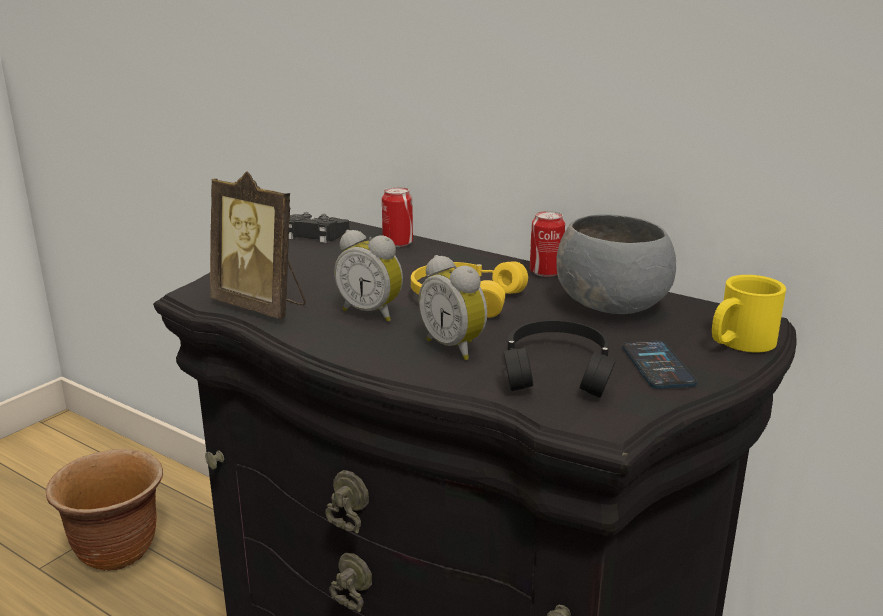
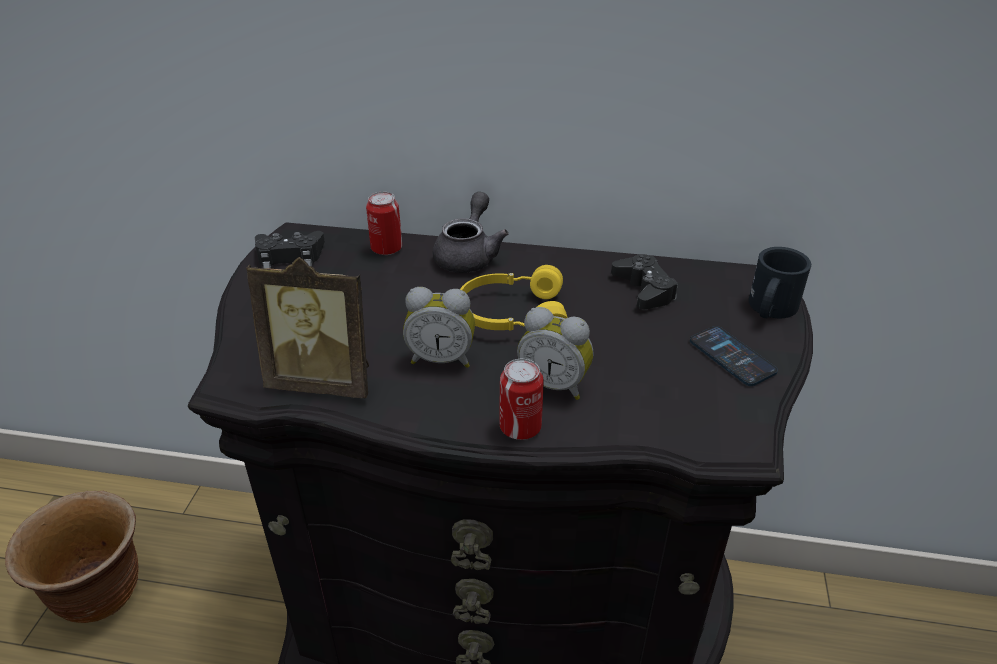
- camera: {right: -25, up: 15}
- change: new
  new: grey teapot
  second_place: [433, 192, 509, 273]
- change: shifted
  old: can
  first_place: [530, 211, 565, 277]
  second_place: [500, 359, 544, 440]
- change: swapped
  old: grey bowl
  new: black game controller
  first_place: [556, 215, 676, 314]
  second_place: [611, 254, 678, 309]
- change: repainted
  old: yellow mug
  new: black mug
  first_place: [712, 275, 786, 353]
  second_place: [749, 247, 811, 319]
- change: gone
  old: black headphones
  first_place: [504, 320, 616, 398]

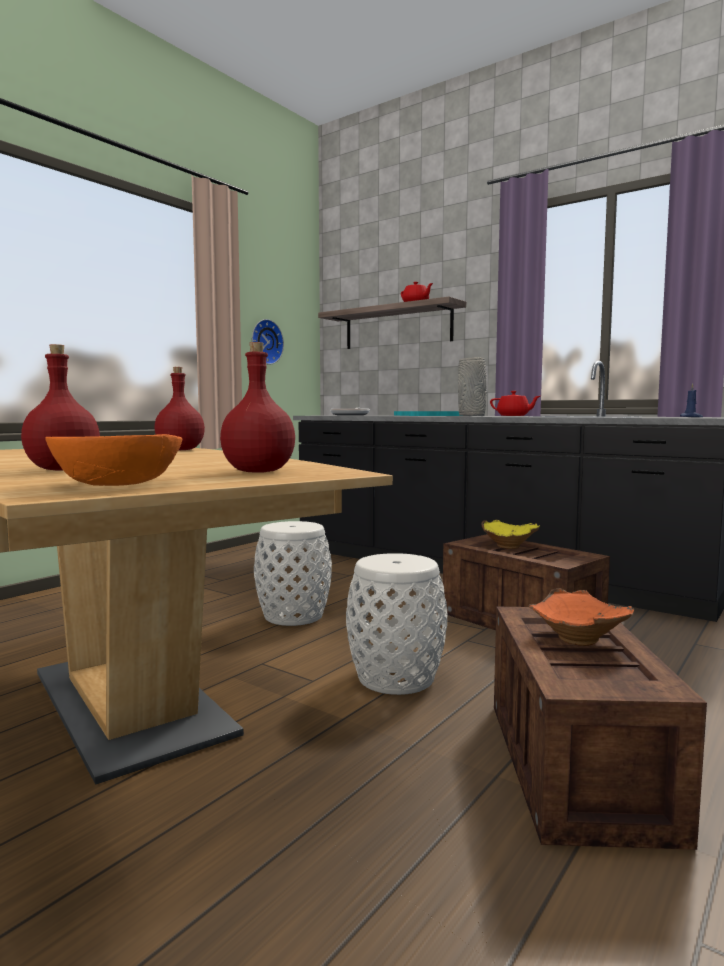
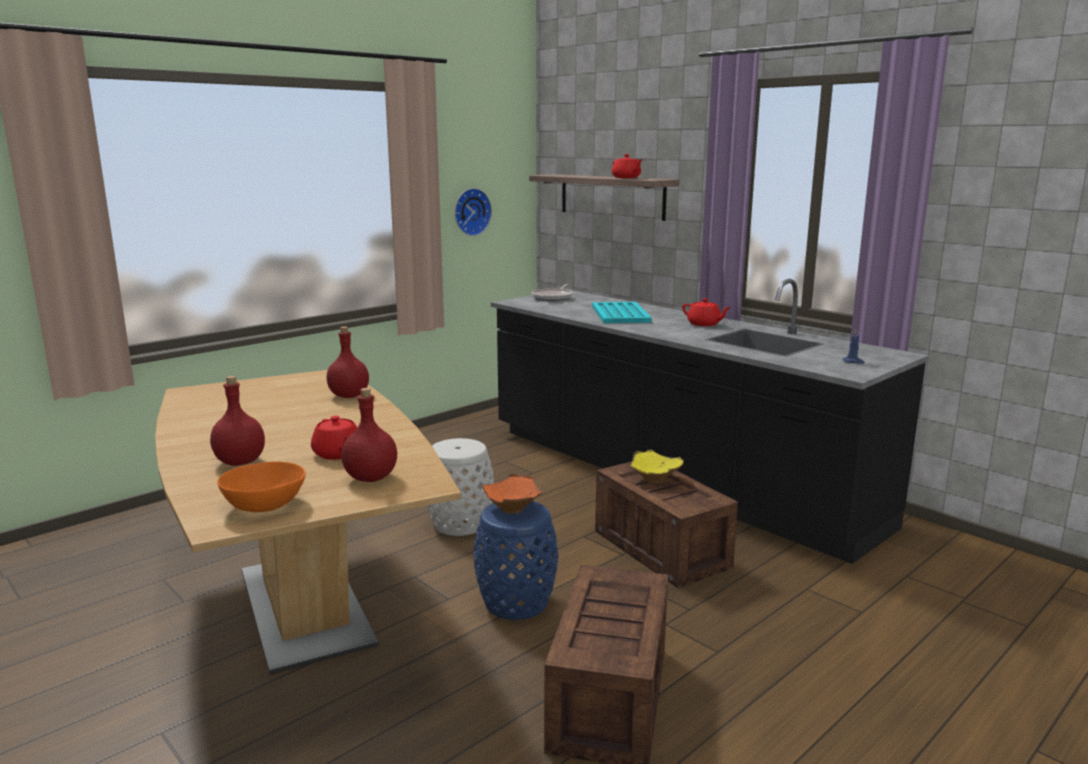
- camera: {right: 10, up: 10}
- change: new
  new: red teapot
  second_place: [311, 416, 357, 460]
- change: repainted
  old: white stool
  new: blue stool
  first_place: [346, 553, 447, 695]
  second_place: [474, 501, 558, 620]
- change: shifted
  old: orange bowl
  first_place: [528, 588, 634, 646]
  second_place: [482, 473, 543, 514]
- change: gone
  old: grey vase
  first_place: [458, 357, 487, 416]

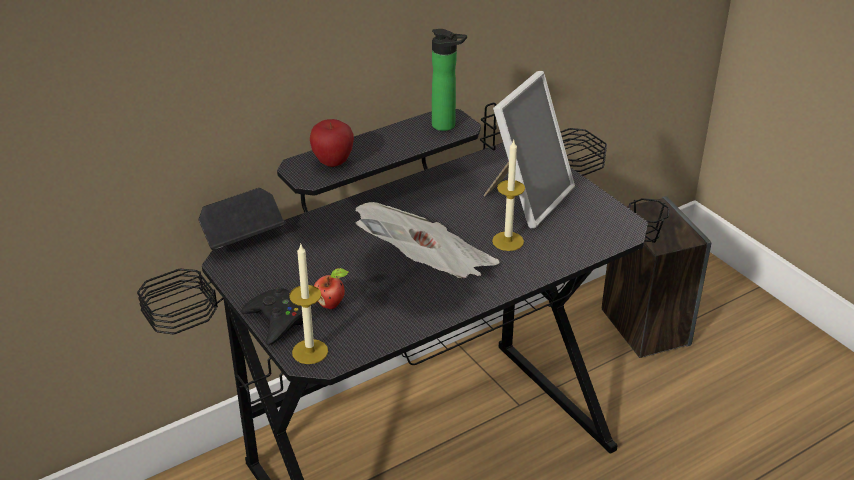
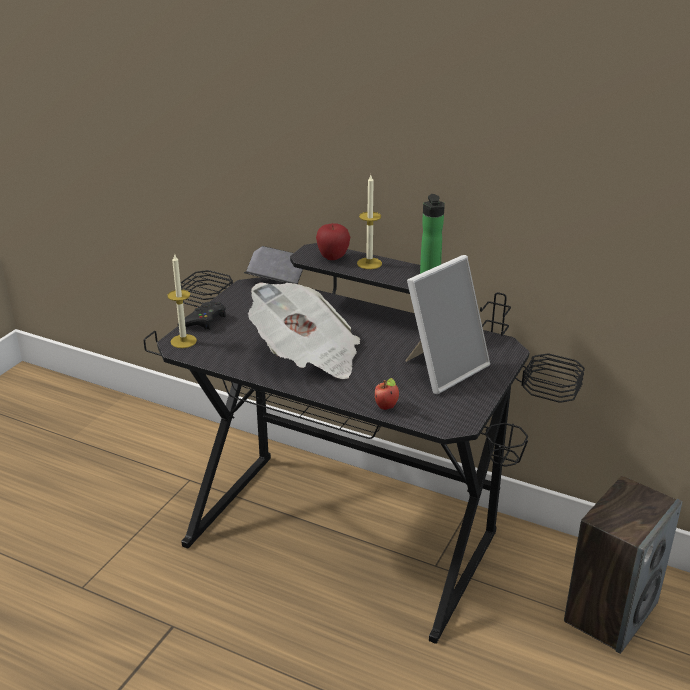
- camera: {right: 60, up: -5}
- change: shifted
  old: candle
  first_place: [492, 140, 525, 251]
  second_place: [357, 175, 382, 269]
- change: shifted
  old: apple
  first_place: [314, 268, 348, 309]
  second_place: [375, 378, 399, 410]
- change: rotated
  old: picture frame
  first_place: [484, 71, 575, 228]
  second_place: [405, 255, 490, 394]
  degrees: -45

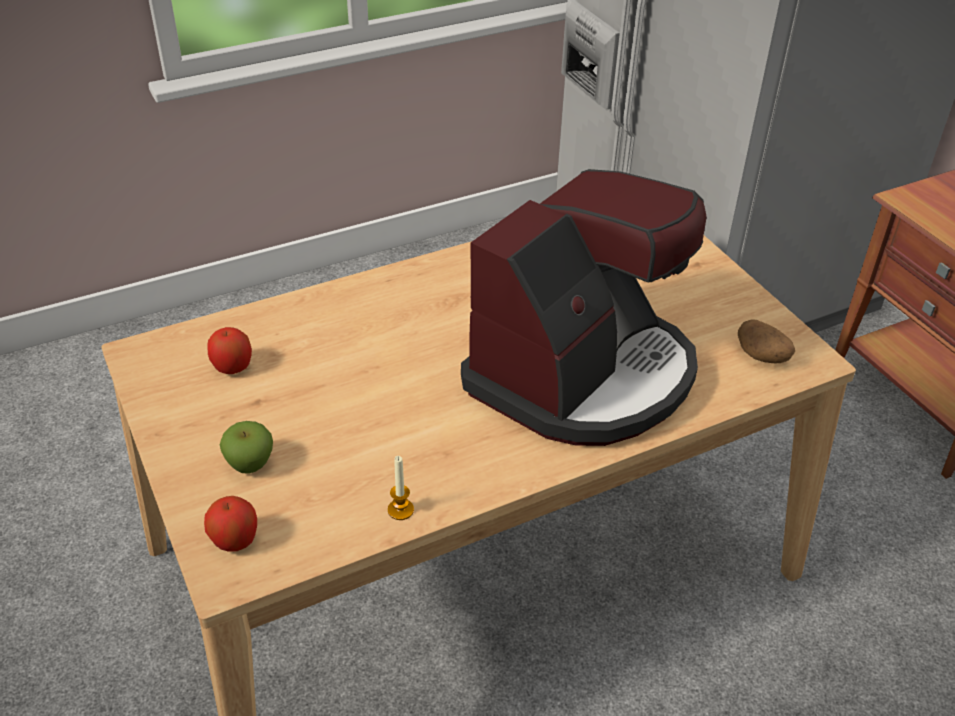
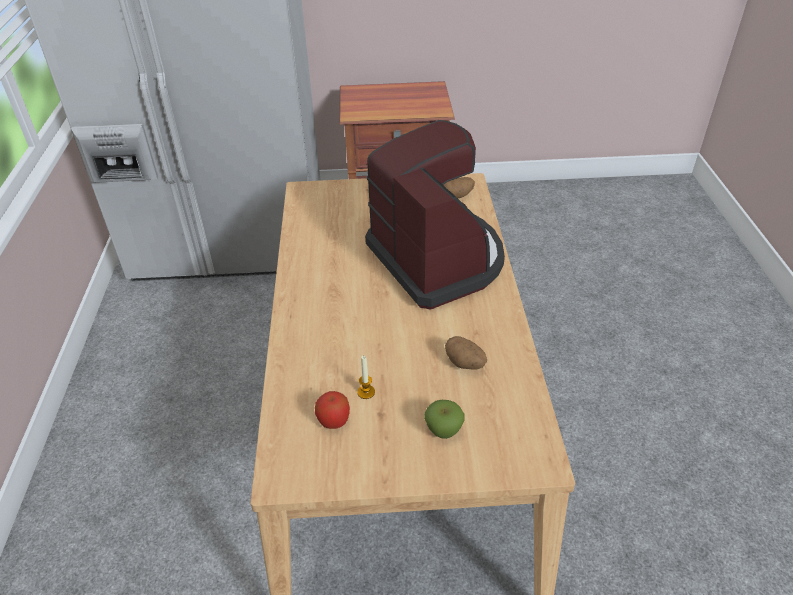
- camera: {right: -65, up: 0}
- change: shifted
  old: candle
  first_place: [388, 456, 414, 520]
  second_place: [357, 356, 375, 399]
- change: new
  new: potato
  second_place: [445, 336, 487, 370]
- change: gone
  old: apple
  first_place: [204, 496, 257, 552]

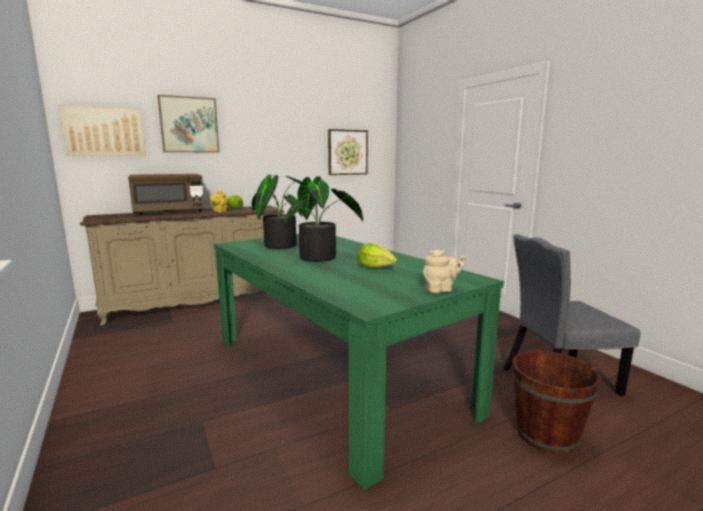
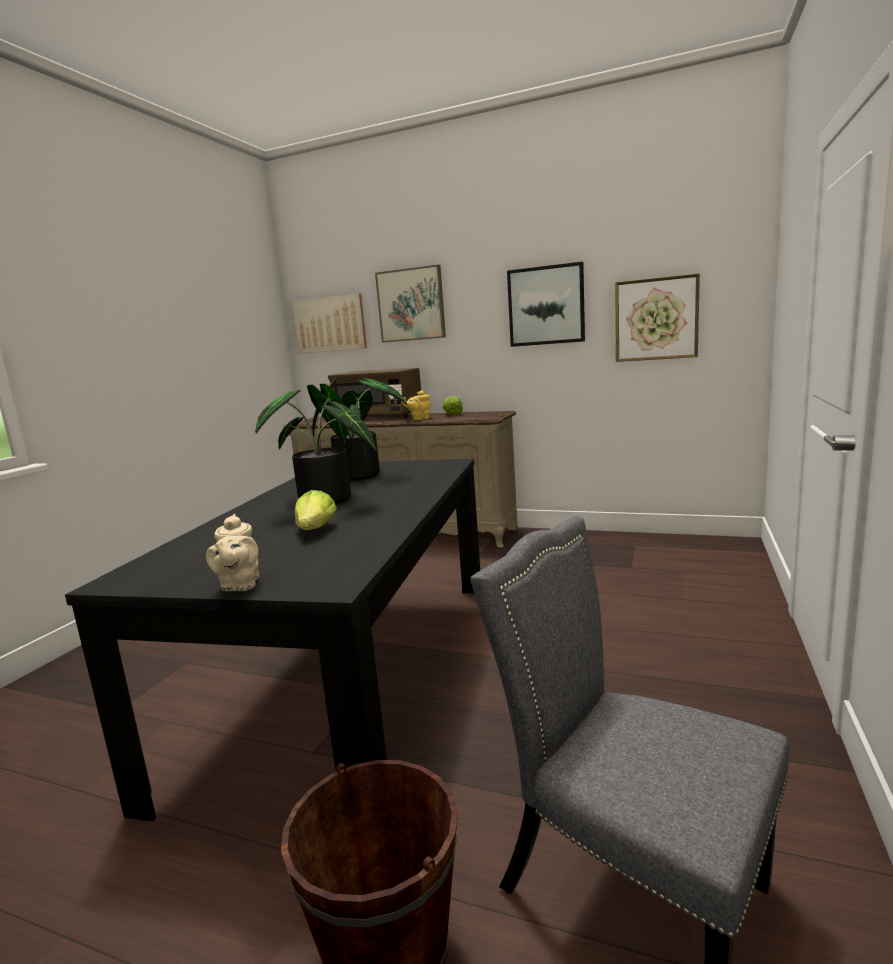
- camera: {right: 50, up: 0}
- change: repainted
  old: green dining table
  new: black dining table
  first_place: [214, 234, 504, 490]
  second_place: [65, 459, 480, 821]
- change: rotated
  old: beige teapot
  first_place: [423, 249, 466, 293]
  second_place: [206, 514, 259, 591]
  degrees: 45
- change: new
  new: picture
  second_place: [507, 262, 585, 347]

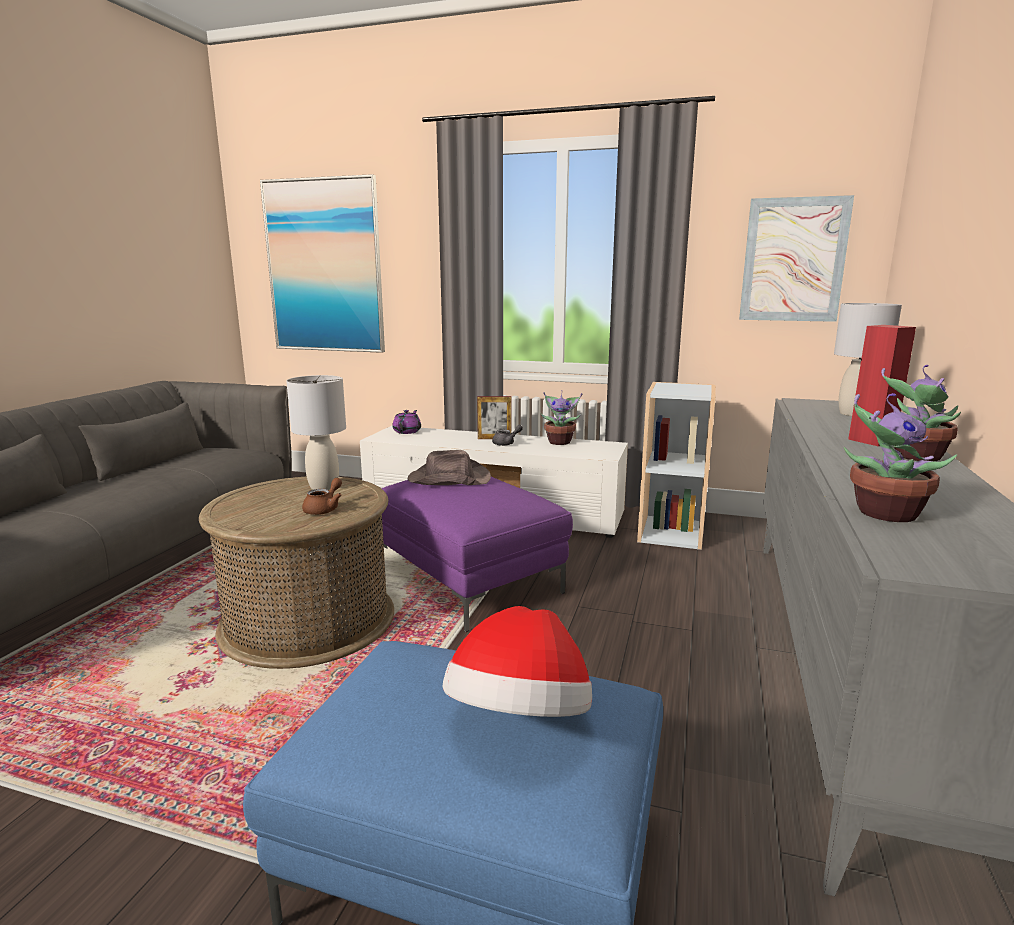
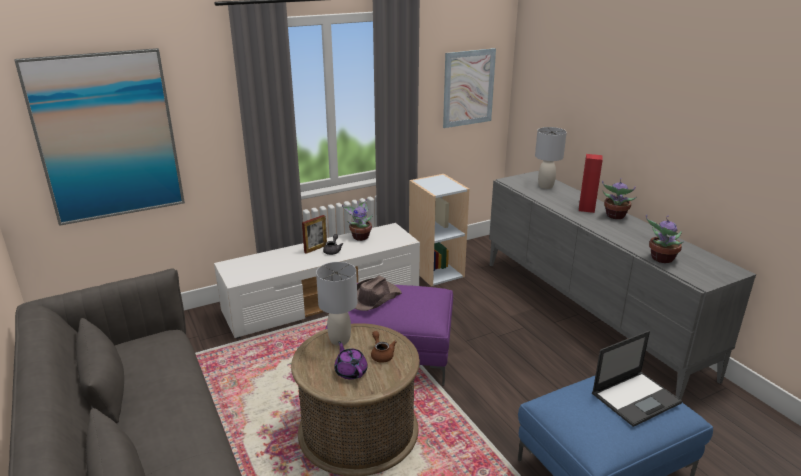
- camera: {right: -45, up: 10}
- change: shifted
  old: purple teapot
  first_place: [392, 410, 421, 434]
  second_place: [334, 341, 368, 380]
- change: swapped
  old: hat
  new: laptop
  first_place: [443, 606, 592, 717]
  second_place: [592, 331, 682, 427]

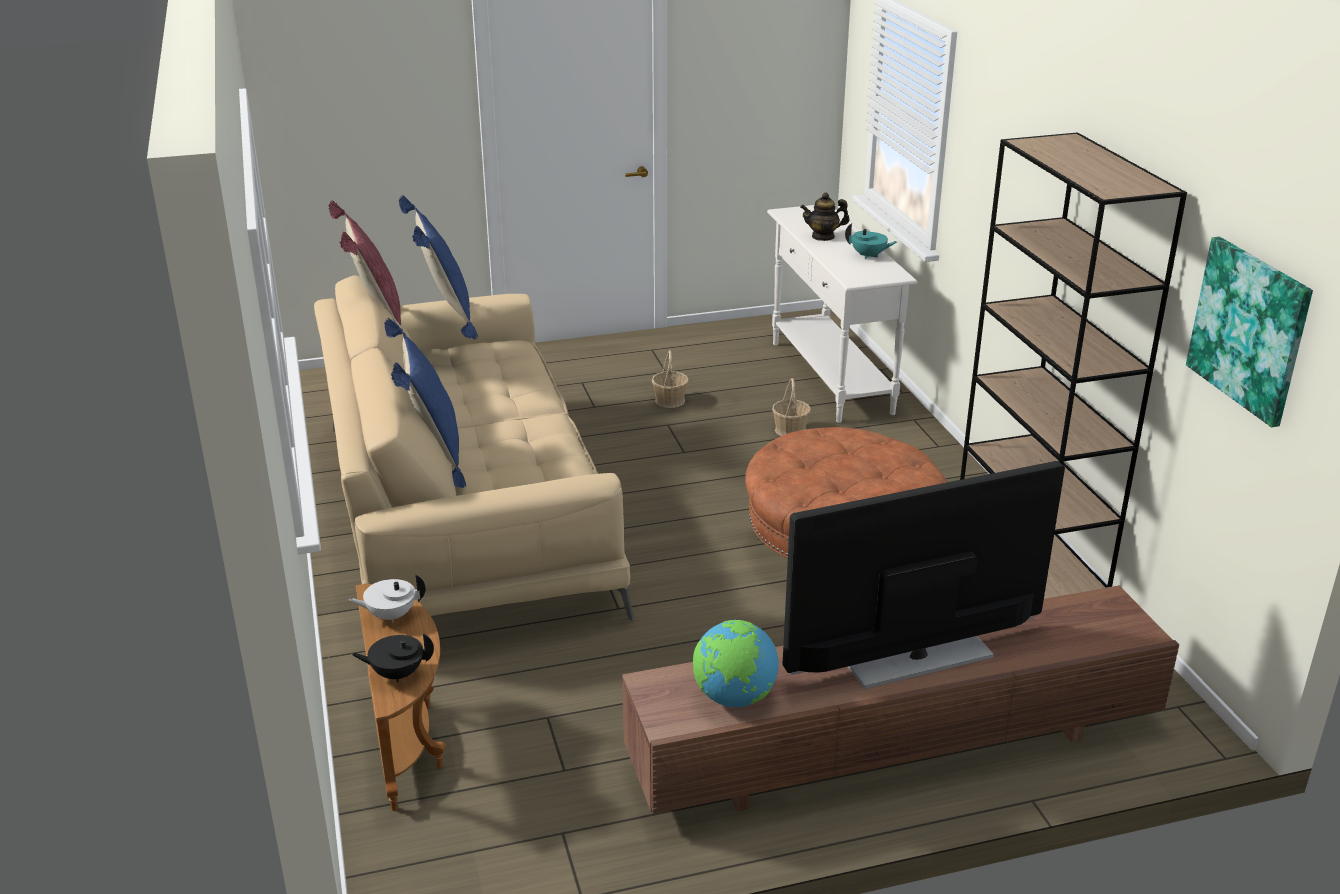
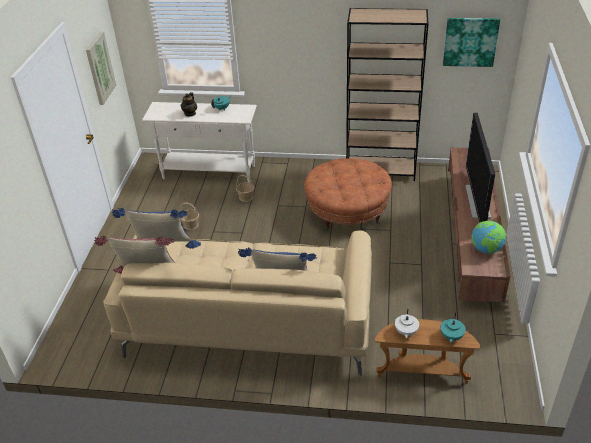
- camera: {right: -65, up: 10}
- change: new
  new: picture
  second_place: [86, 32, 116, 105]
- change: repainted
  old: black teapot
  new: turquoise teapot
  first_place: [352, 633, 434, 682]
  second_place: [441, 313, 466, 343]

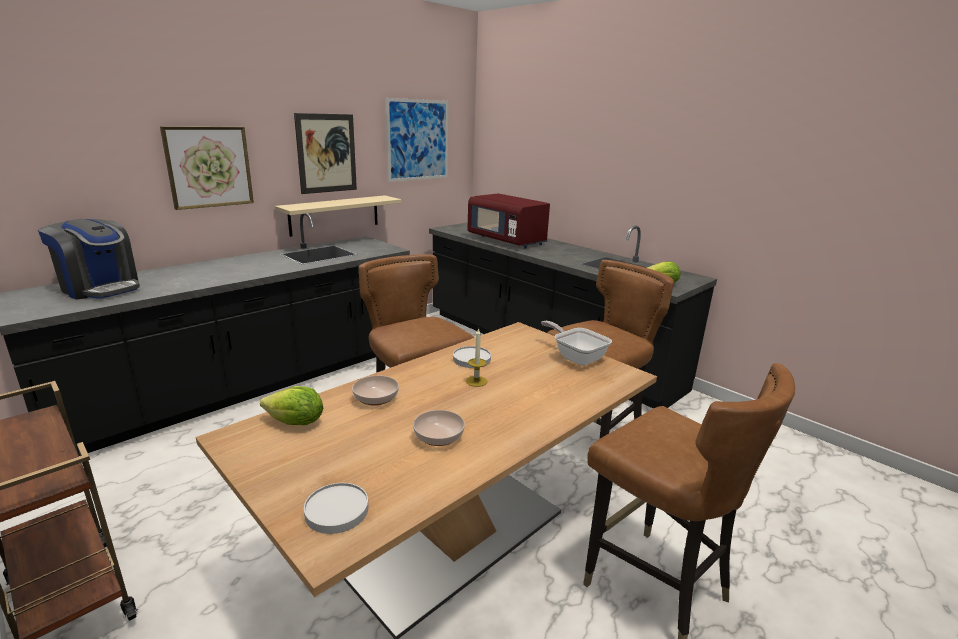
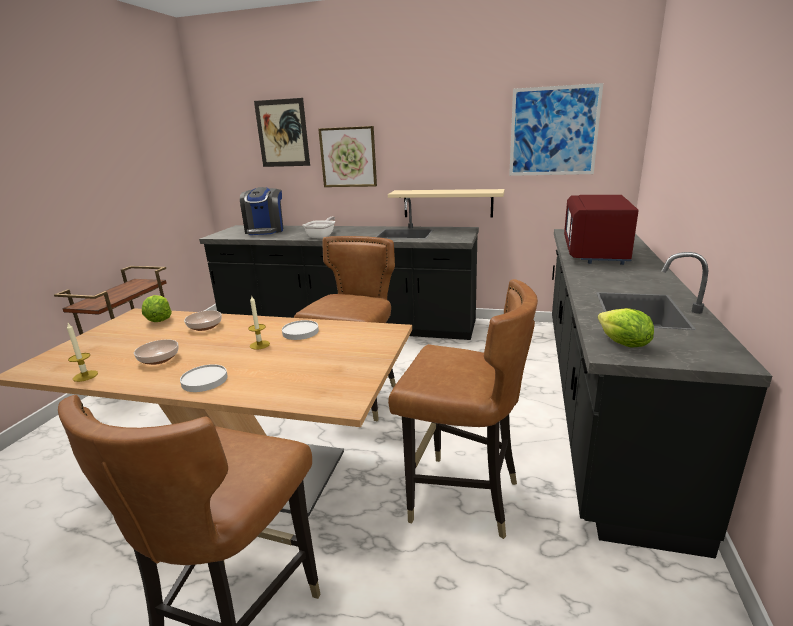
- camera: {right: 60, up: 0}
- change: new
  new: candle
  second_place: [67, 323, 98, 382]
- change: shifted
  old: white plate
  first_place: [304, 483, 368, 534]
  second_place: [180, 364, 228, 392]
- change: shifted
  old: picture
  first_place: [294, 113, 357, 194]
  second_place: [254, 98, 310, 167]
- change: shifted
  old: frying pan
  first_place: [541, 321, 612, 366]
  second_place: [303, 217, 335, 238]

